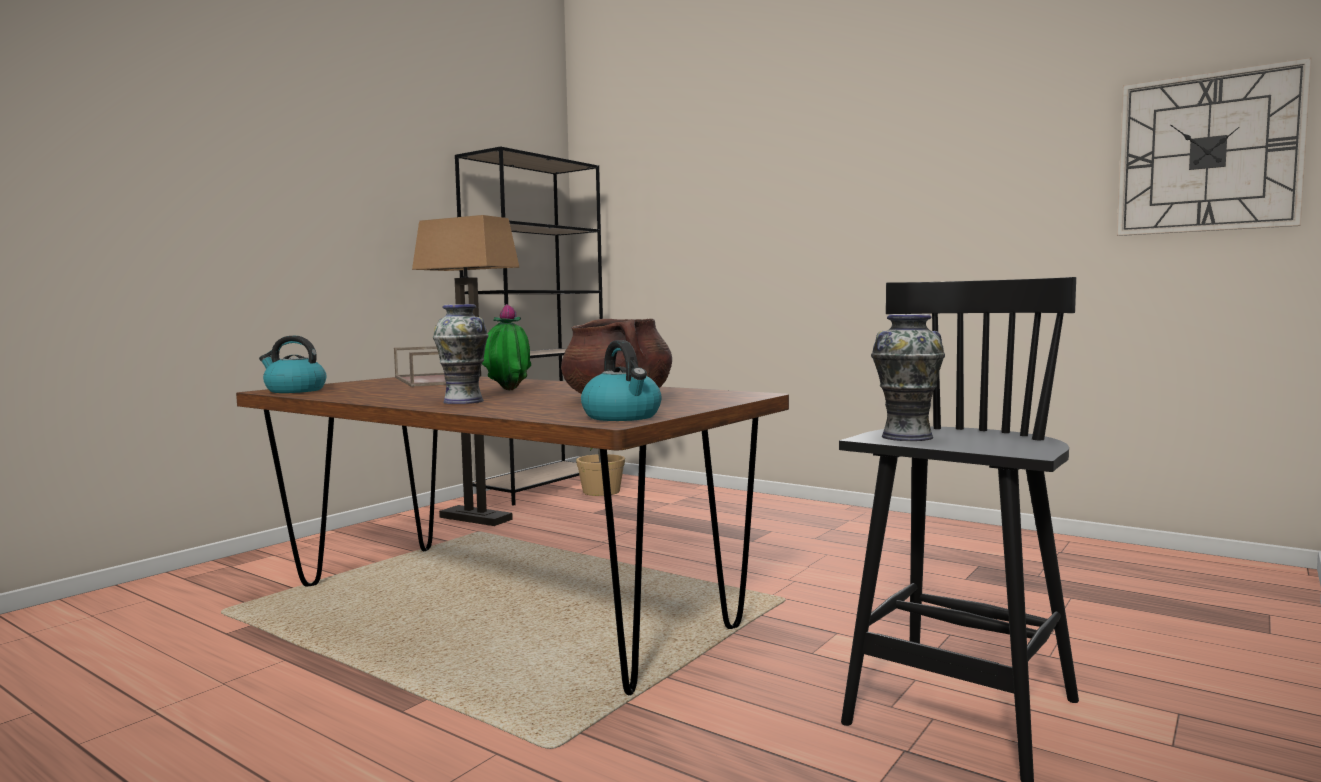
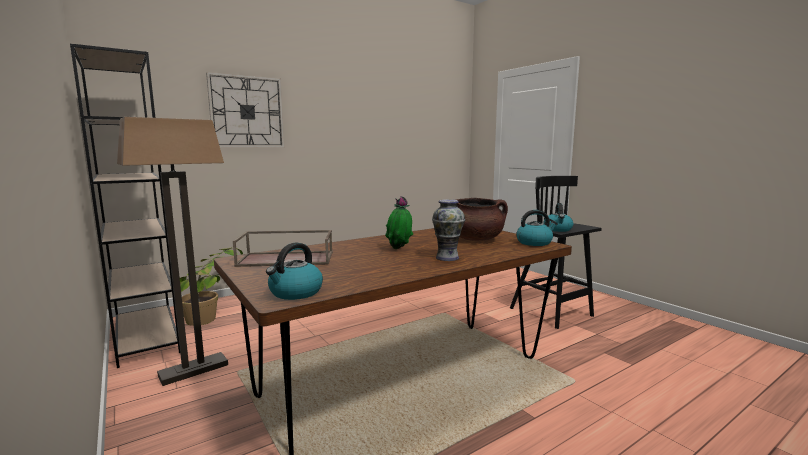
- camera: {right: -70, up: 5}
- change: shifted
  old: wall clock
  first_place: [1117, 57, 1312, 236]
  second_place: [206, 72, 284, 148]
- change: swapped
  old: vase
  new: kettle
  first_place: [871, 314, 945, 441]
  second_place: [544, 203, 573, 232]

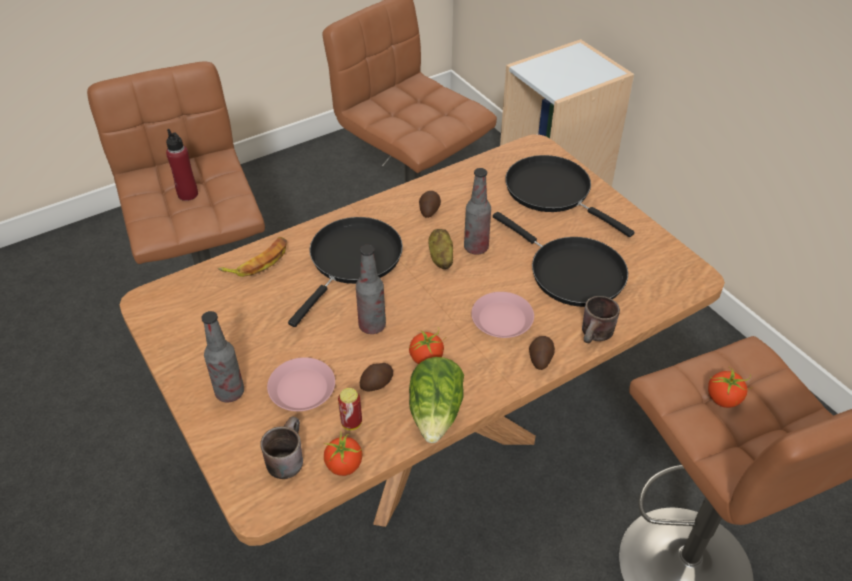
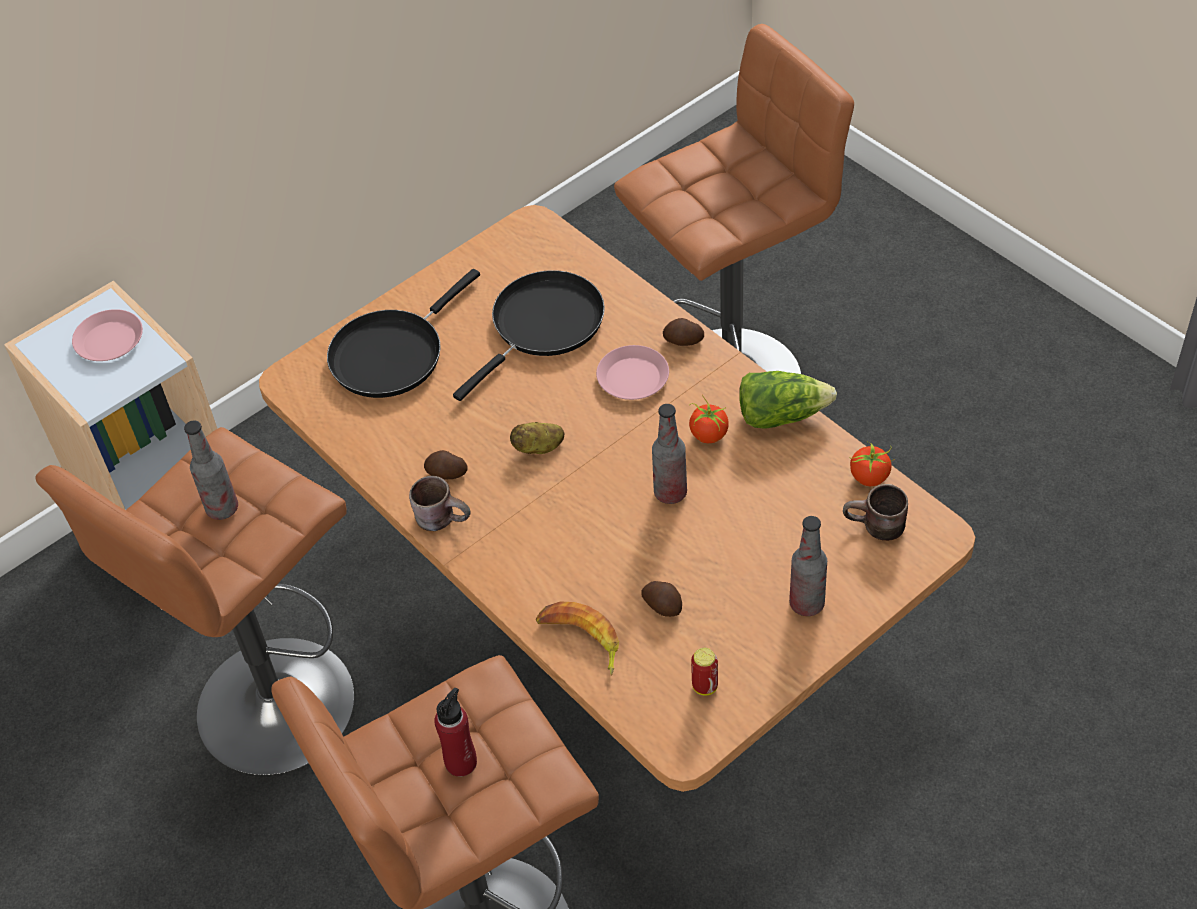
- camera: {right: -95, up: 5}
- change: shifted
  old: pink plate
  first_place: [267, 357, 335, 411]
  second_place: [72, 309, 143, 361]
- change: shifted
  old: bottle
  first_place: [464, 168, 491, 255]
  second_place: [184, 420, 238, 520]
- change: shifted
  old: brown mug
  first_place: [582, 296, 620, 344]
  second_place: [409, 476, 471, 531]
- change: shifted
  old: potato
  first_place: [360, 363, 393, 391]
  second_place: [641, 581, 682, 617]
- change: shifted
  old: can
  first_place: [338, 388, 362, 430]
  second_place: [691, 648, 718, 696]
- change: gone
  old: black frying pan
  first_place: [288, 217, 403, 327]
- change: gone
  old: tomato
  first_place: [708, 370, 753, 408]

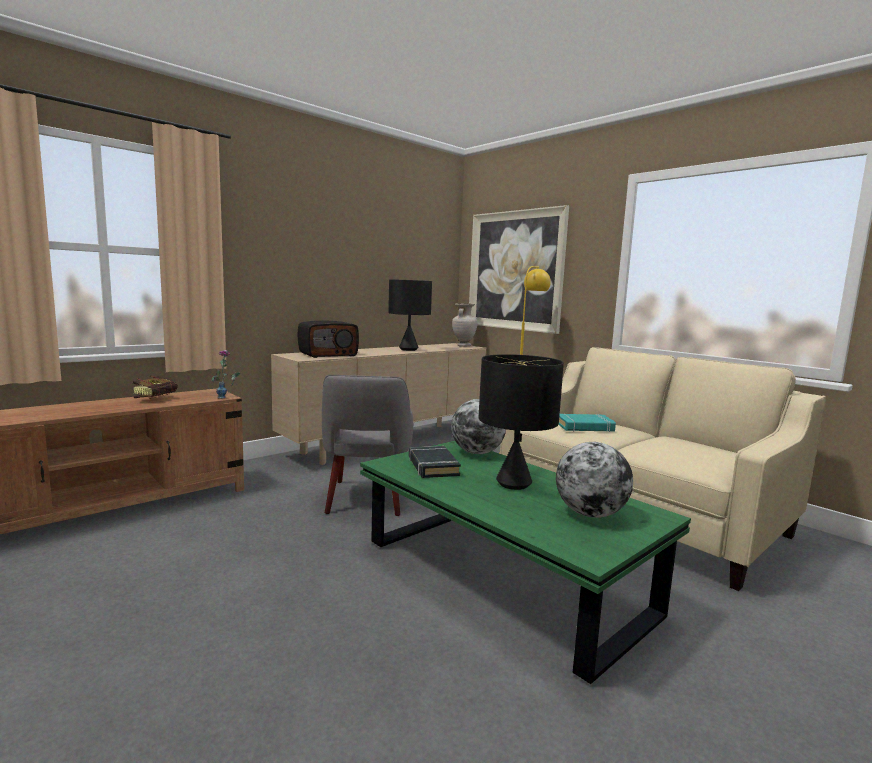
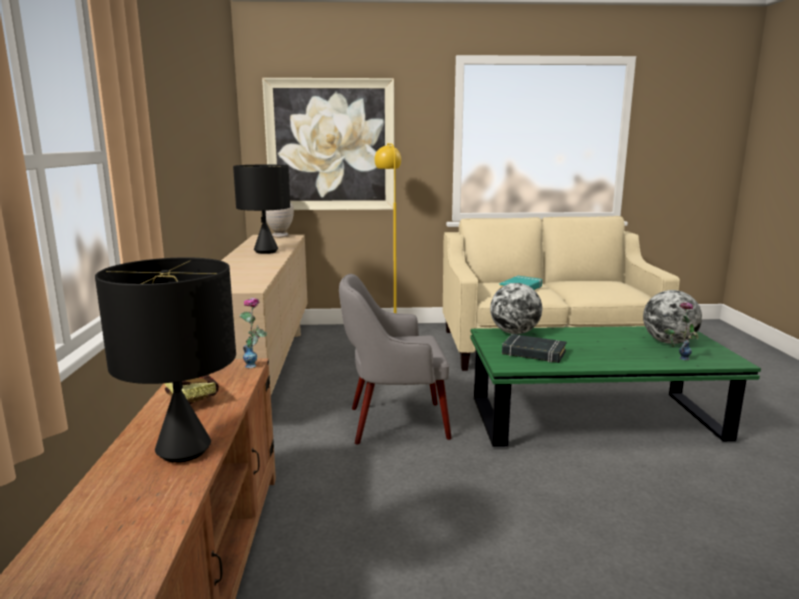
- camera: {right: -50, up: 5}
- change: shifted
  old: black table lamp
  first_place: [478, 354, 564, 490]
  second_place: [95, 257, 236, 463]
- change: rotated
  old: grey armchair
  first_place: [322, 375, 413, 516]
  second_place: [339, 274, 452, 445]
  degrees: 135
- change: new
  new: vase
  second_place: [664, 302, 699, 360]
- change: gone
  old: radio
  first_place: [298, 320, 359, 358]

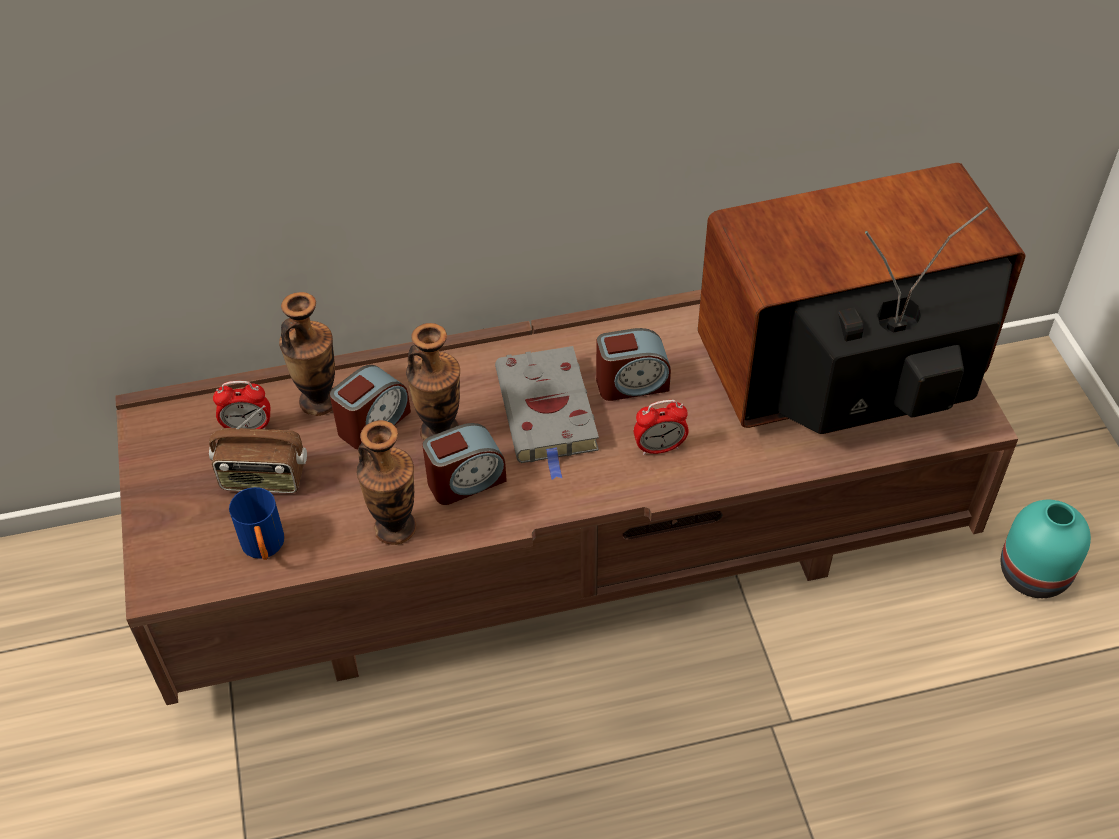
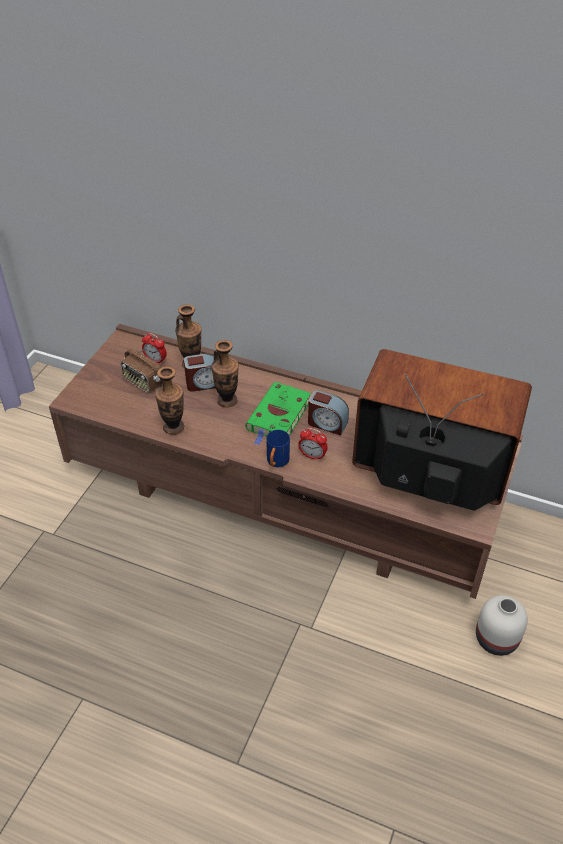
- camera: {right: 35, up: -5}
- change: repainted
  old: grey book
  new: green book
  first_place: [495, 346, 599, 480]
  second_place: [245, 382, 311, 445]
- change: shifted
  old: blue mug
  first_place: [229, 487, 284, 560]
  second_place: [266, 430, 290, 467]
- change: repainted
  old: turquoise vase
  new: white vase
  first_place: [1001, 500, 1091, 598]
  second_place: [476, 595, 528, 656]
- change: gone
  old: alarm clock
  first_place: [422, 423, 507, 505]

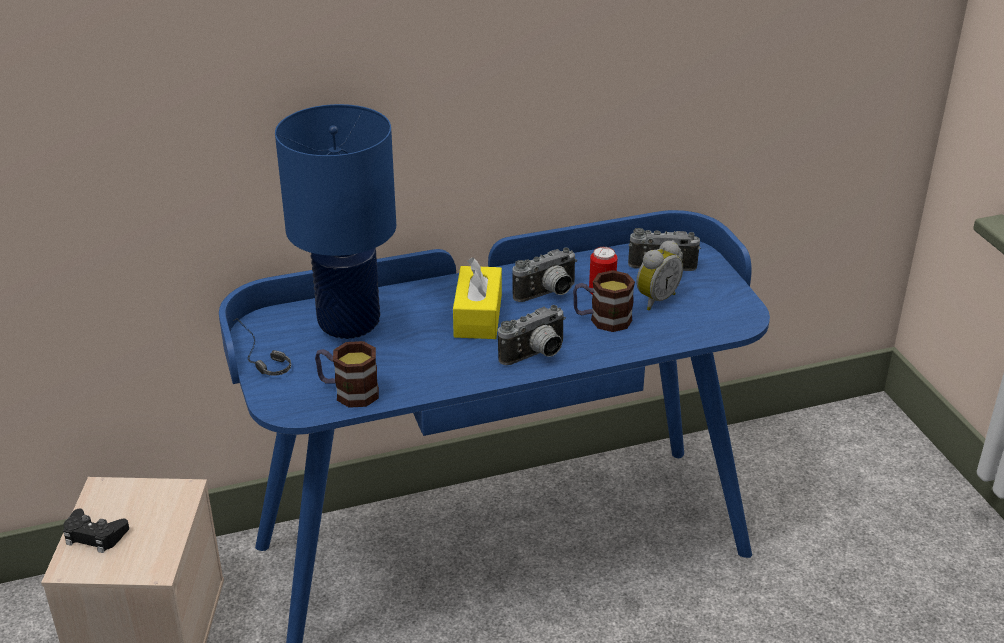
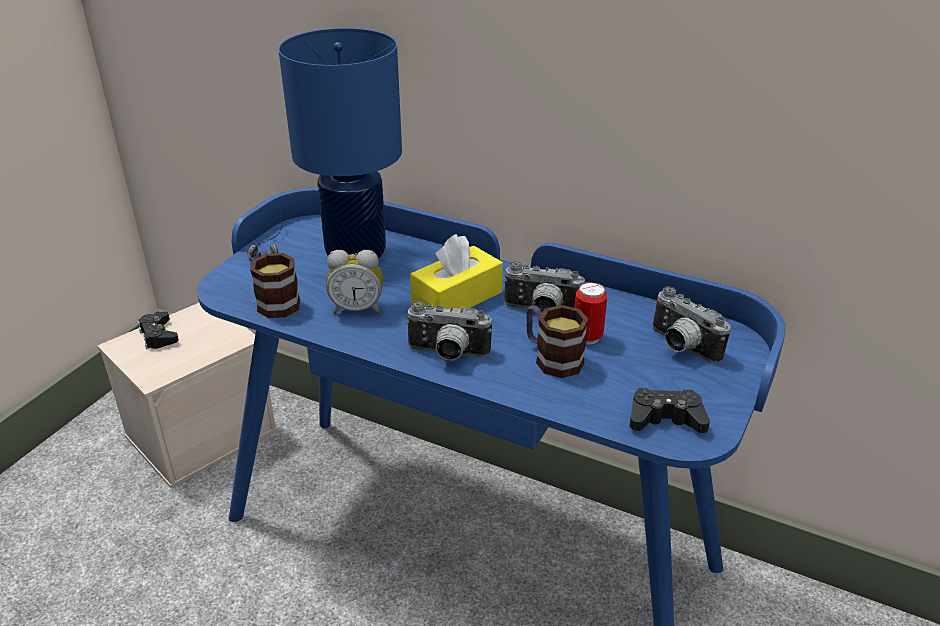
- camera: {right: 45, up: 0}
- change: shifted
  old: alarm clock
  first_place: [636, 240, 683, 311]
  second_place: [326, 250, 383, 314]
- change: new
  new: black game controller
  second_place: [630, 388, 710, 433]

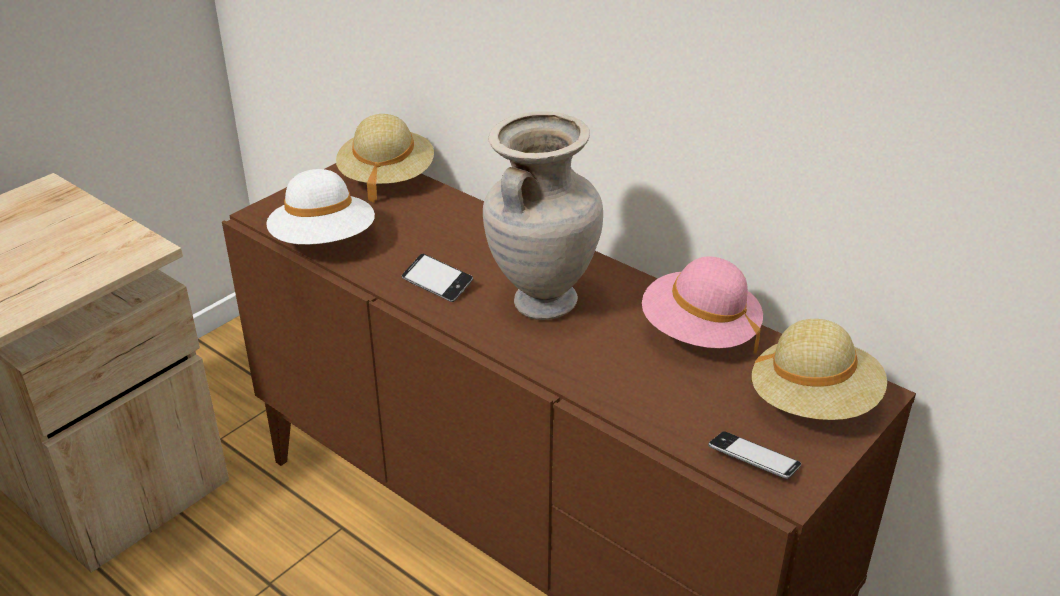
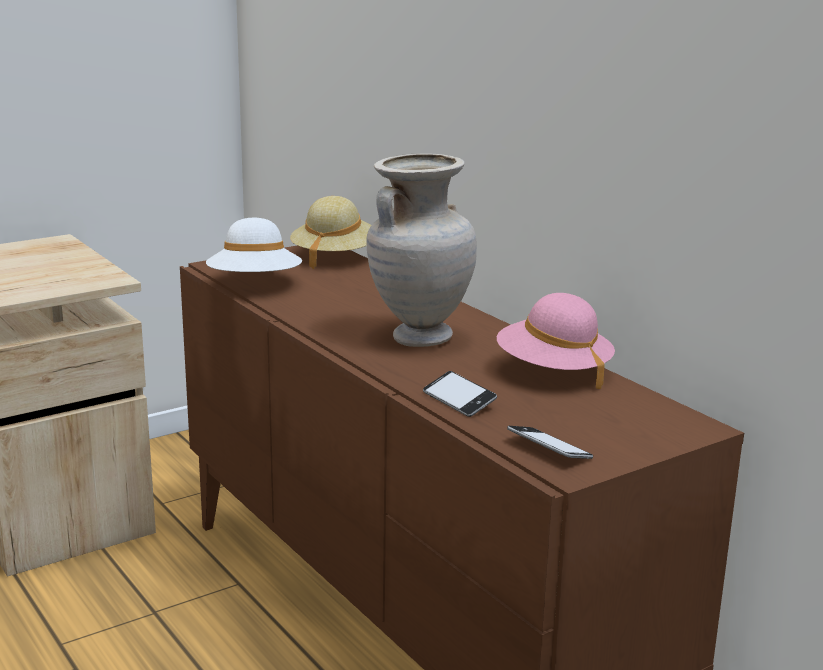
- camera: {right: 15, up: -15}
- change: shifted
  old: phone
  first_place: [402, 254, 473, 302]
  second_place: [423, 371, 497, 417]
- change: gone
  old: beige hat
  first_place: [751, 319, 887, 420]

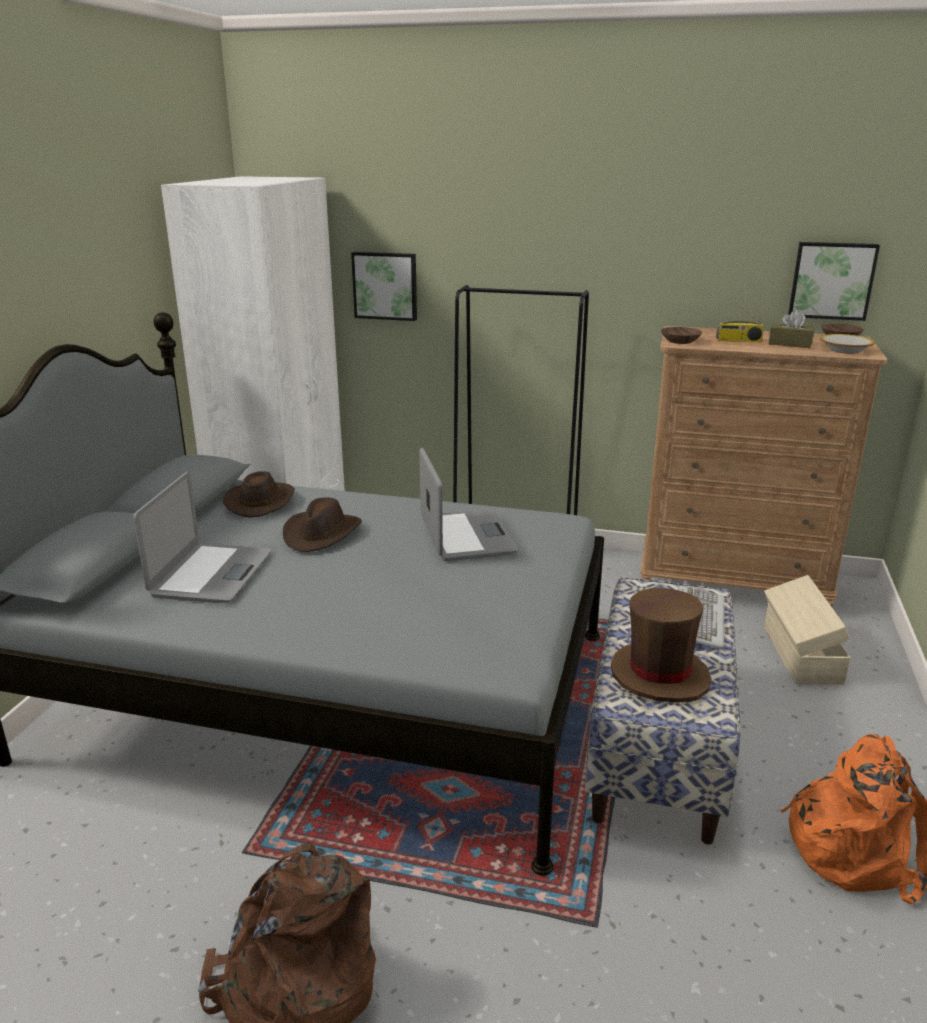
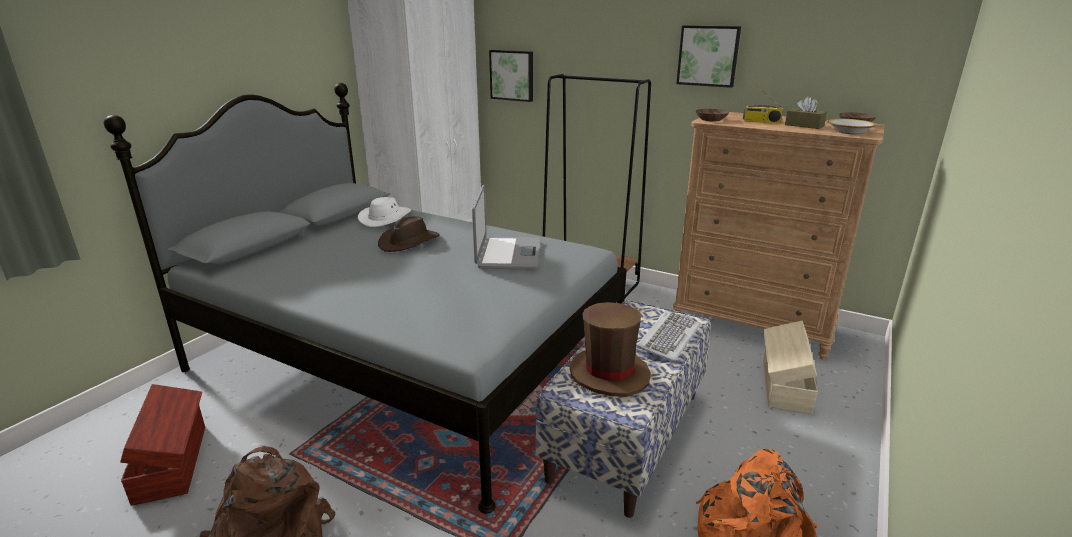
- camera: {right: 15, up: 0}
- change: new
  new: brown storage box
  second_place: [120, 384, 205, 506]
- change: repainted
  old: brown hat
  new: white hat
  first_place: [223, 472, 295, 518]
  second_place: [357, 197, 411, 227]
- change: shifted
  old: picture
  first_place: [788, 242, 880, 321]
  second_place: [676, 25, 741, 88]
- change: gone
  old: laptop
  first_place: [133, 472, 272, 603]

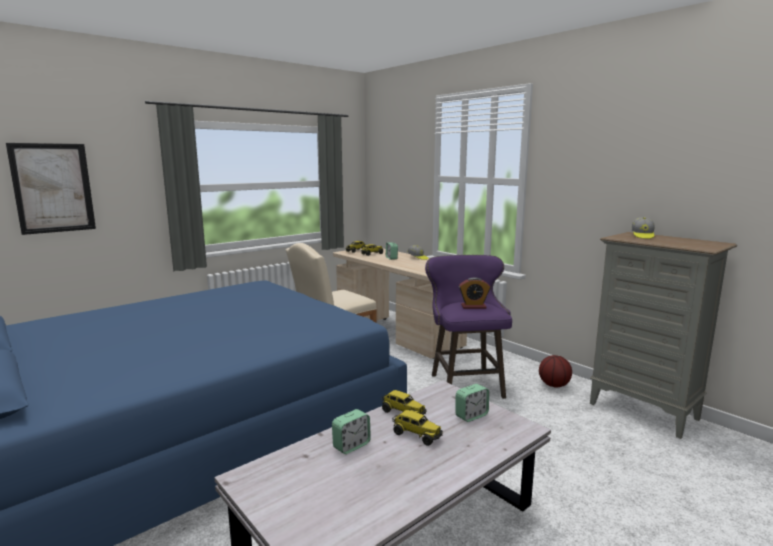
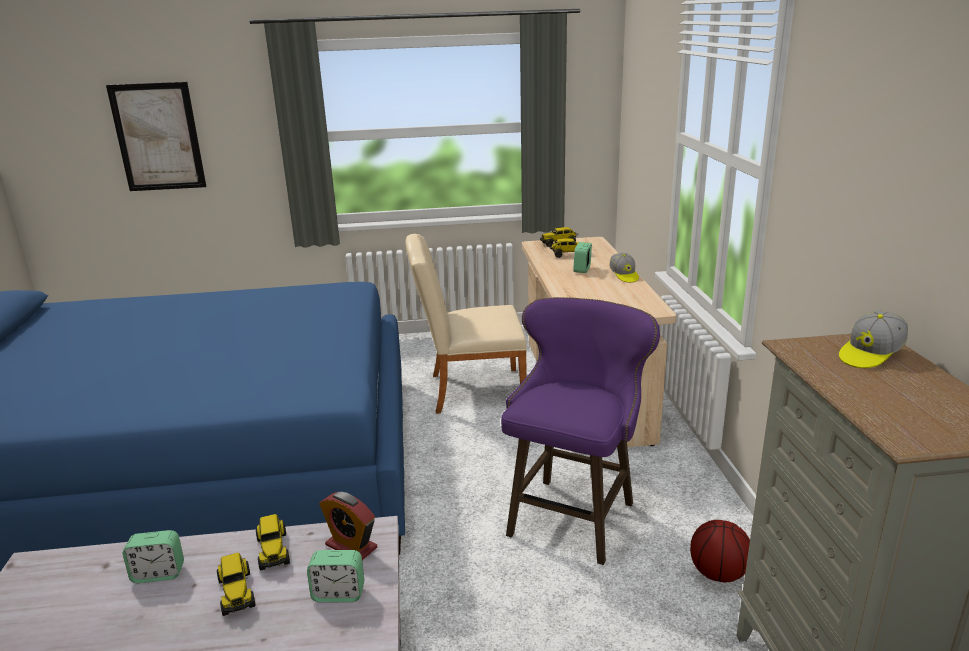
- camera: {right: 35, up: 10}
- change: shifted
  old: alarm clock
  first_place: [459, 277, 490, 309]
  second_place: [319, 492, 377, 560]

